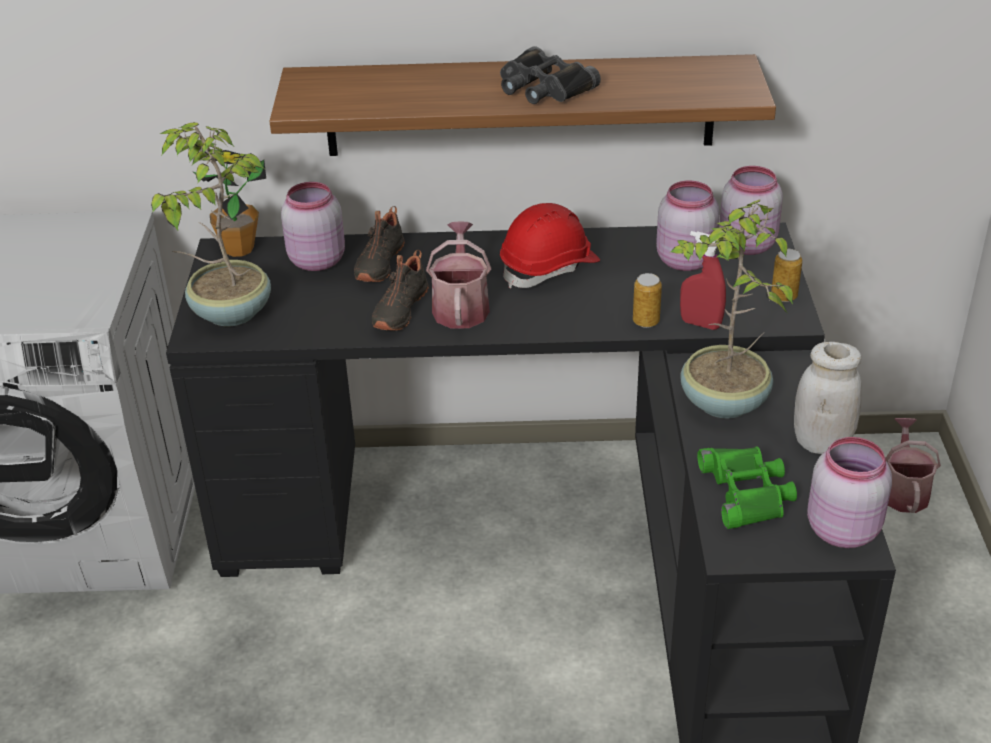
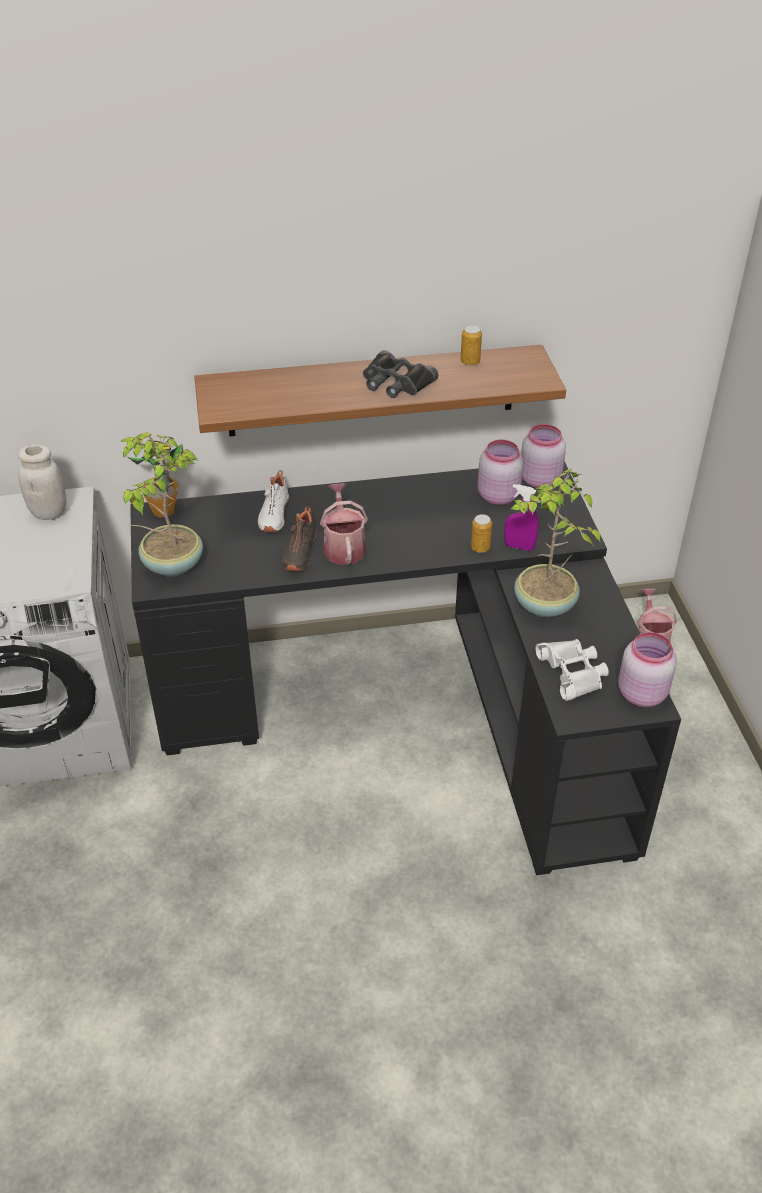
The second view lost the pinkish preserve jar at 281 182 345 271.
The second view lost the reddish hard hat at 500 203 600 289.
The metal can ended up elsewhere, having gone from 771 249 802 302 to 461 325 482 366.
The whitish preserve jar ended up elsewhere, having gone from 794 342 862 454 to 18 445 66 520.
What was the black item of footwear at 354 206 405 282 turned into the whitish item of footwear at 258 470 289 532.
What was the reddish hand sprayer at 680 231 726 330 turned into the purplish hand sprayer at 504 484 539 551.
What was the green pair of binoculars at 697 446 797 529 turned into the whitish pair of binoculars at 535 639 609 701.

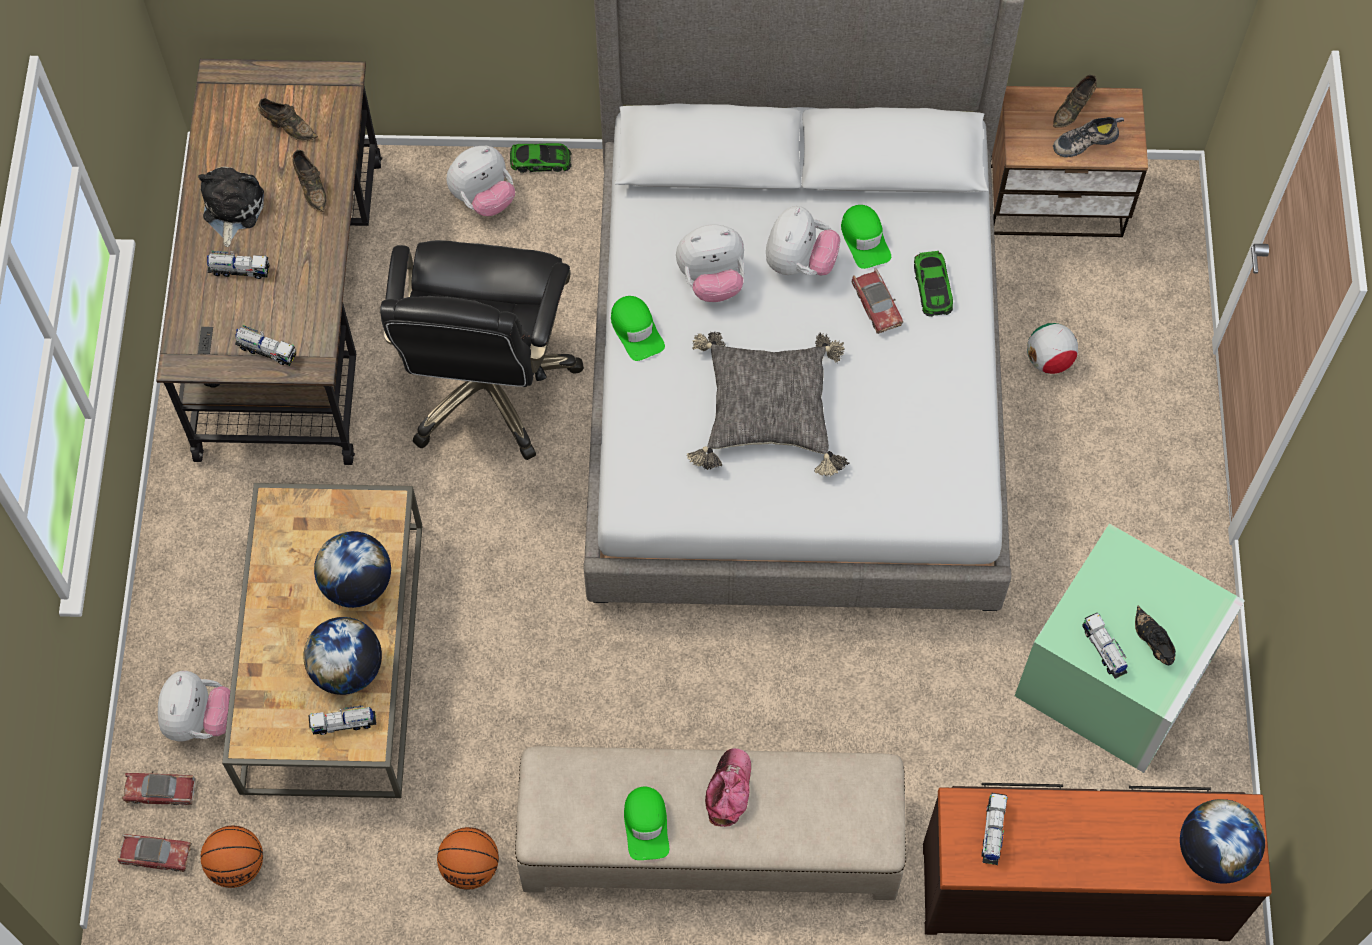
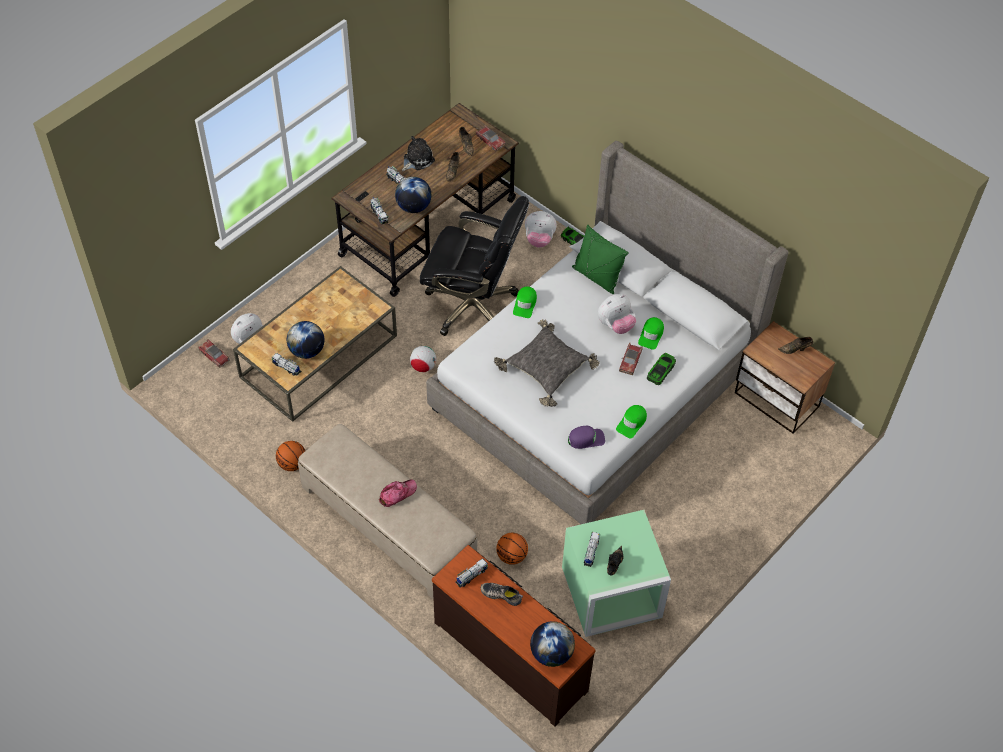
The second view lost the cuddly toy at 676 224 745 302.
The second view gained the purplish peaked cap at 568 426 605 449.
The second view gained the green pillow at 572 225 629 294.
The toy car ended up elsewhere, having gone from 117 834 192 872 to 476 126 506 151.
The basketball ball ended up elsewhere, having gone from 201 826 263 888 to 496 533 528 565.
The world globe ended up elsewhere, having gone from 314 531 391 608 to 395 177 431 213.
The green peaked cap ended up elsewhere, having gone from 624 787 669 860 to 616 405 647 438.
The football ended up elsewhere, having gone from 1027 323 1078 374 to 410 346 436 372.
The item of footwear ended up elsewhere, having gone from 1053 117 1124 157 to 480 583 523 606.
The black office chair at 380 240 584 460 ended up facing another way, 120 degrees counterclockwise from before.

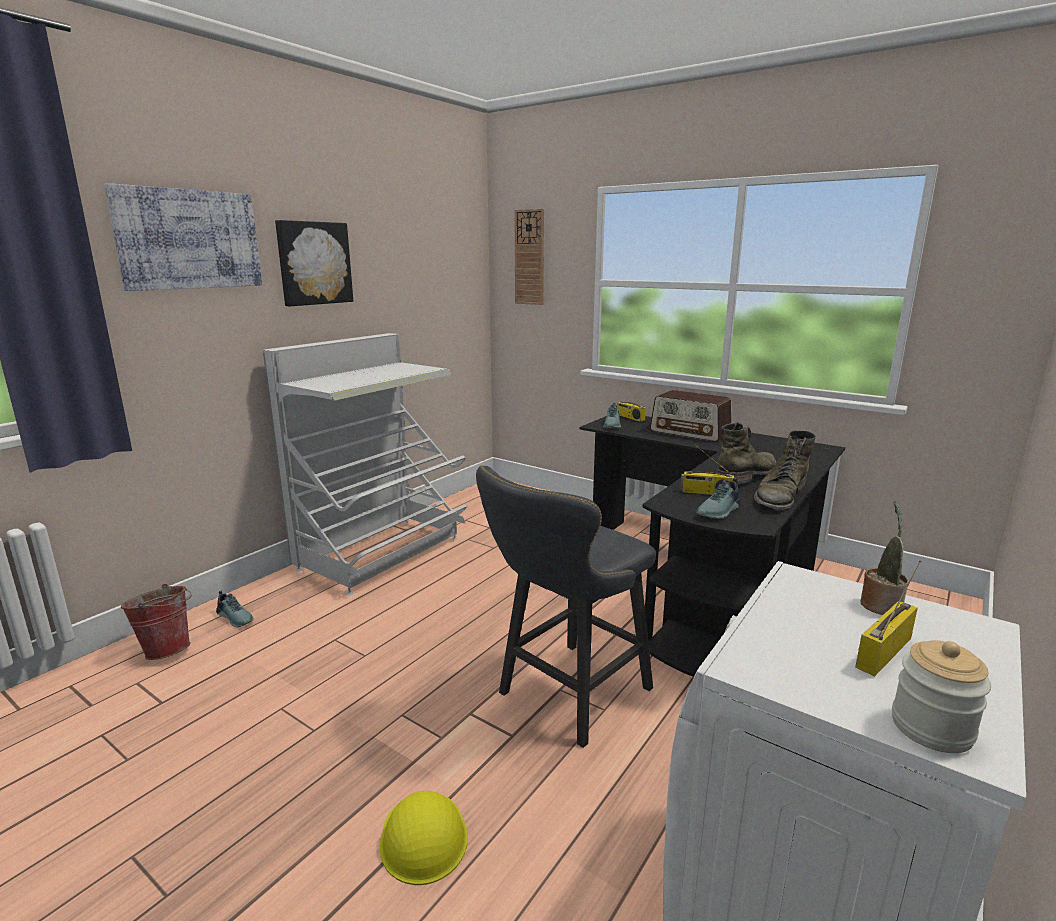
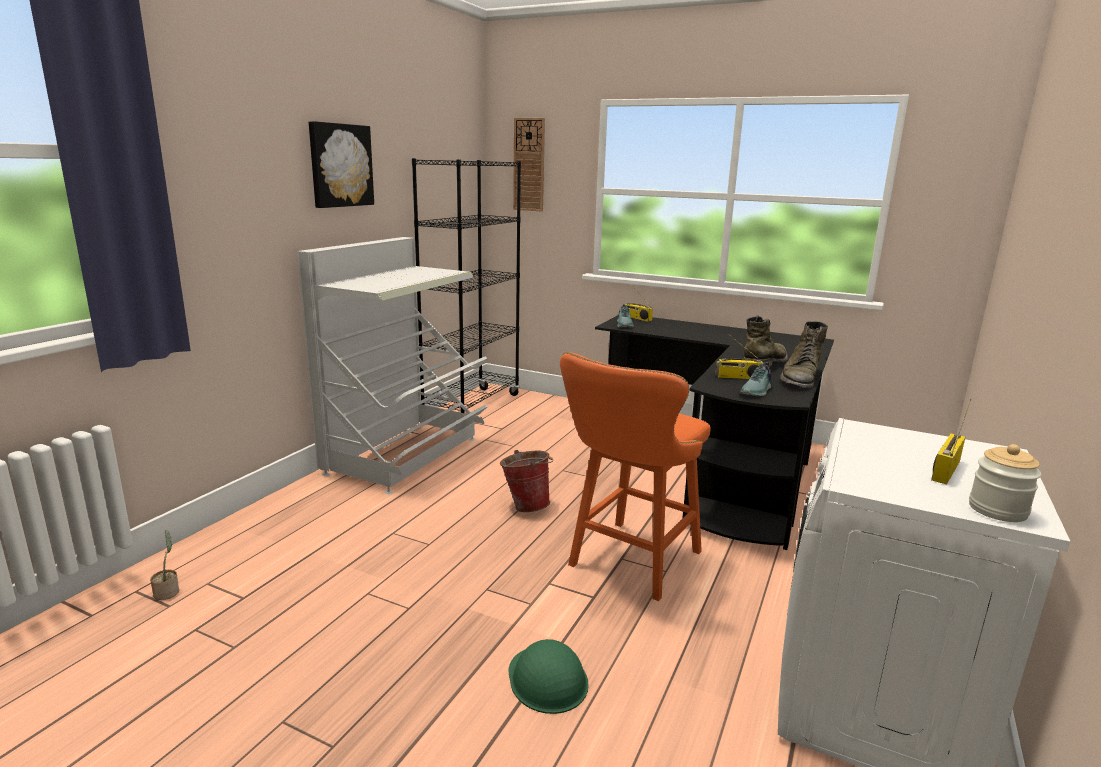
The second view lost the picture at 104 183 262 291.
The second view lost the item of footwear at 216 591 254 627.
The second view lost the radio receiver at 650 390 731 442.
The second view gained the black bookcase at 412 158 521 413.
The bucket ended up elsewhere, having gone from 121 584 192 660 to 500 450 553 512.
The potted plant ended up elsewhere, having gone from 861 501 908 615 to 150 530 179 600.
What was the yellow hard hat at 380 791 468 885 turned into the green hard hat at 509 639 588 714.
What was the greyish stool seat at 476 465 656 748 turned into the orange stool seat at 560 352 711 601.

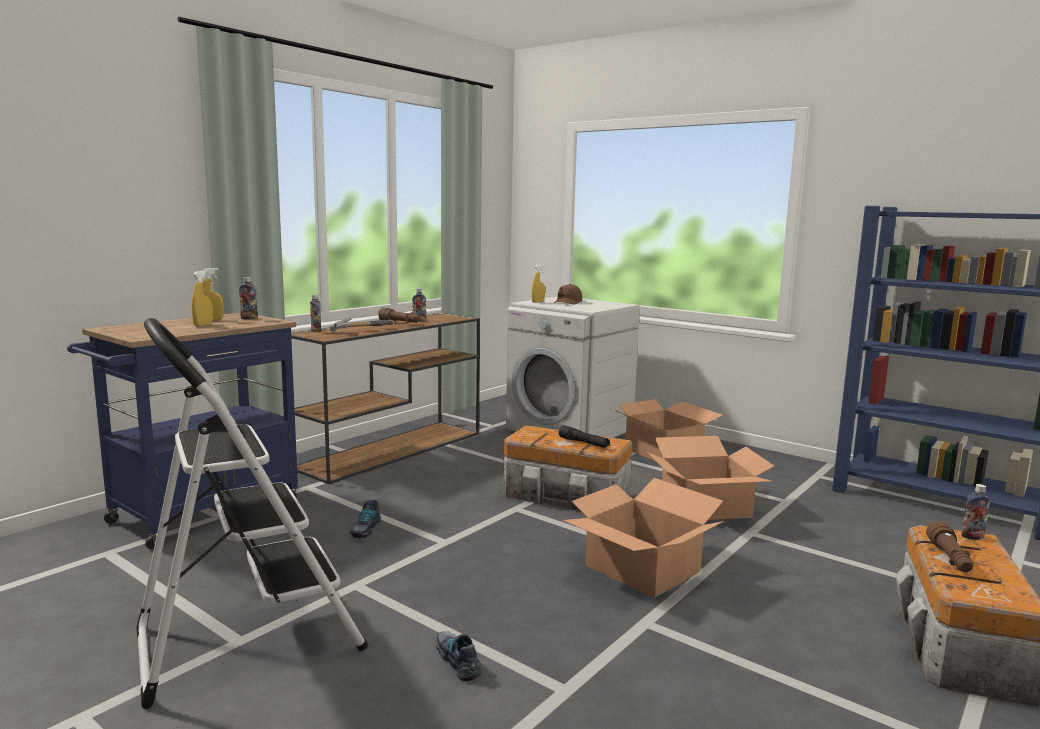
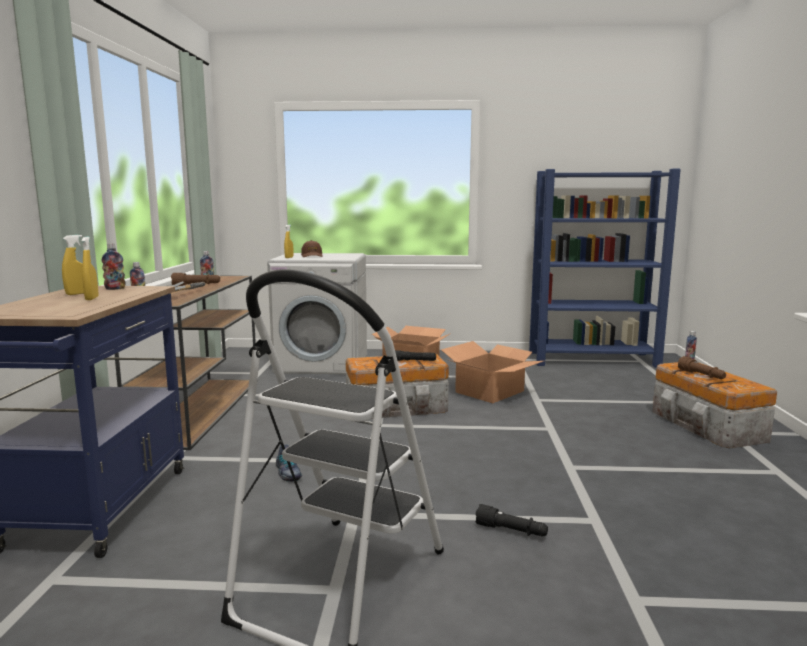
The second view lost the cardboard box at 563 478 724 598.
Where the item of footwear stood at 436 631 482 681, the black flashlight came to stand at 475 504 548 537.

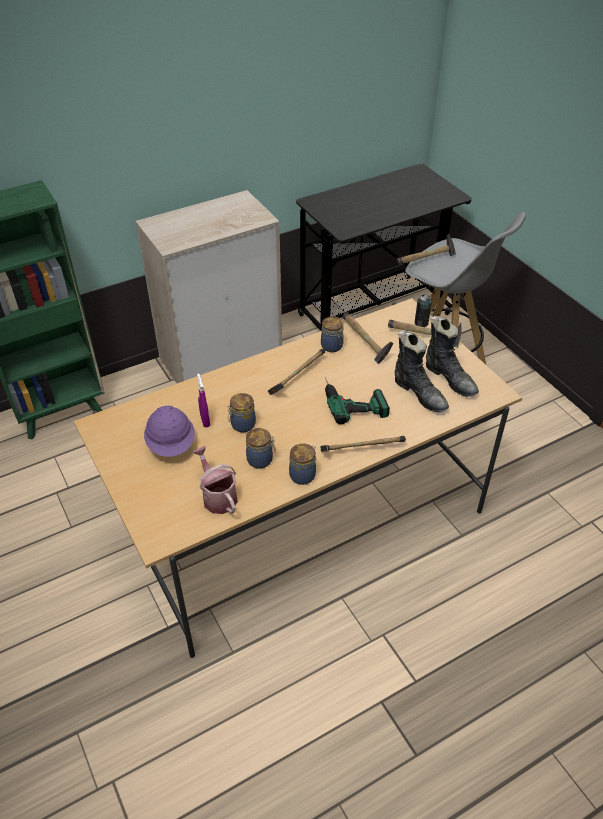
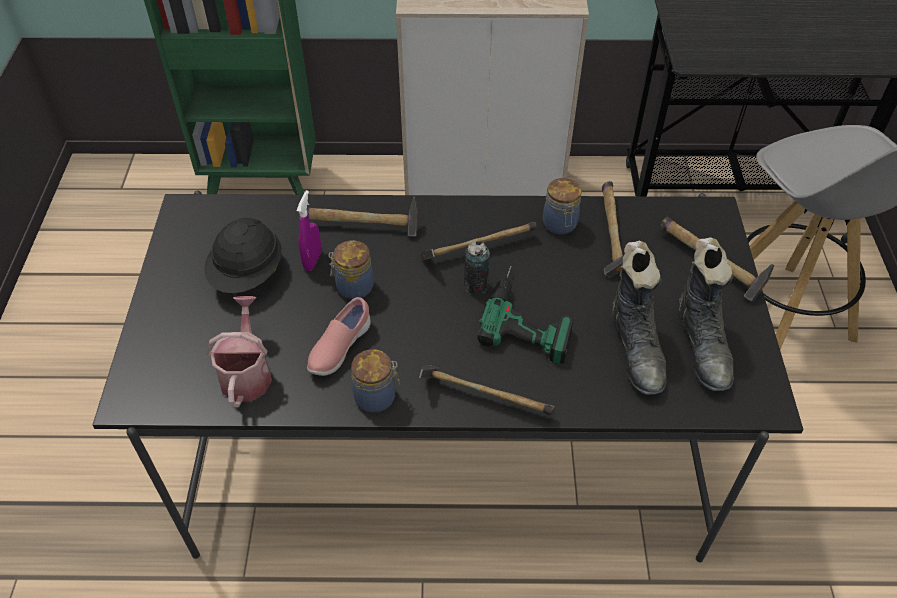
The hand hammer ended up elsewhere, having gone from 397 234 456 265 to 307 197 418 237.
The metal can ended up elsewhere, having gone from 415 295 432 327 to 464 241 490 295.
Where the preserve jar stood at 246 428 276 469, the pinkish item of footwear came to stand at 307 297 371 376.
What was the beige-coloured kitchen table at 74 298 522 658 turned into the black kitchen table at 92 190 804 562.
What was the purplish hard hat at 144 406 195 457 turned into the black hard hat at 204 218 282 293.

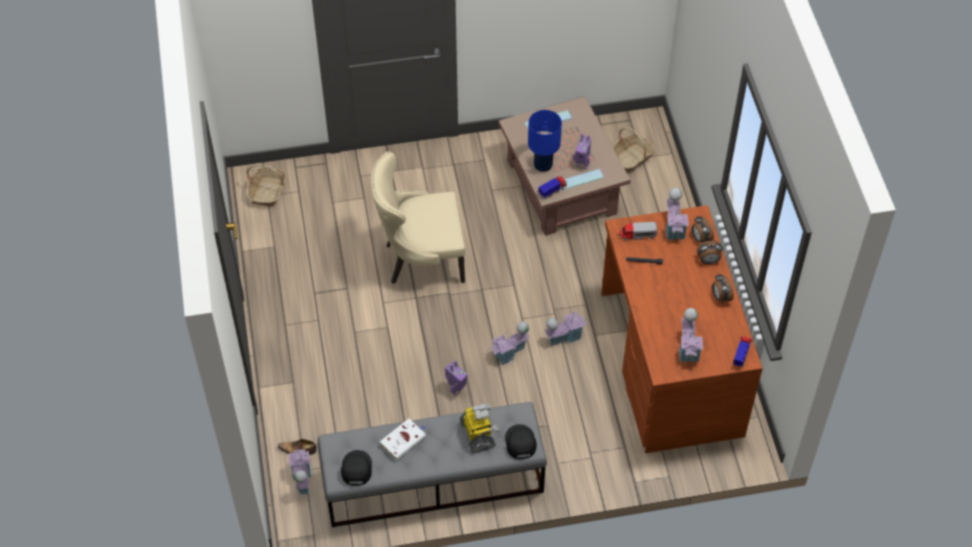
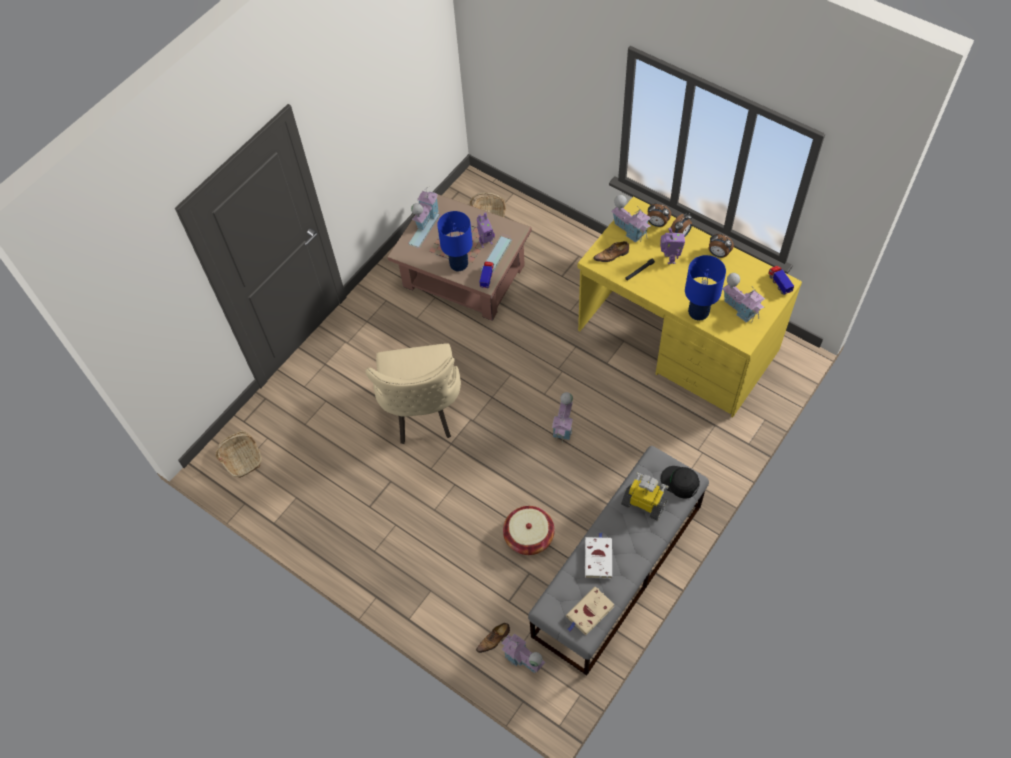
The second view gained the household basket at 503 506 555 555.
The second view gained the blue table lamp at 685 255 726 321.
The robot figure ended up elsewhere, having gone from 445 360 468 396 to 660 228 685 264.
The toy house ended up elsewhere, having gone from 545 312 587 346 to 411 187 439 231.
Where the black peaked cap stood at 341 450 372 486, the beige-coloured bound book came to stand at 566 587 615 635.
Where the toy truck stood at 619 222 658 241, the item of footwear came to stand at 593 241 629 263.
What was the brown-coloured desk table at 601 205 763 453 turned into the yellow desk table at 578 197 802 417.
The beige-coloured upright chair at 371 151 466 284 ended up facing another way, 45 degrees counterclockwise from before.

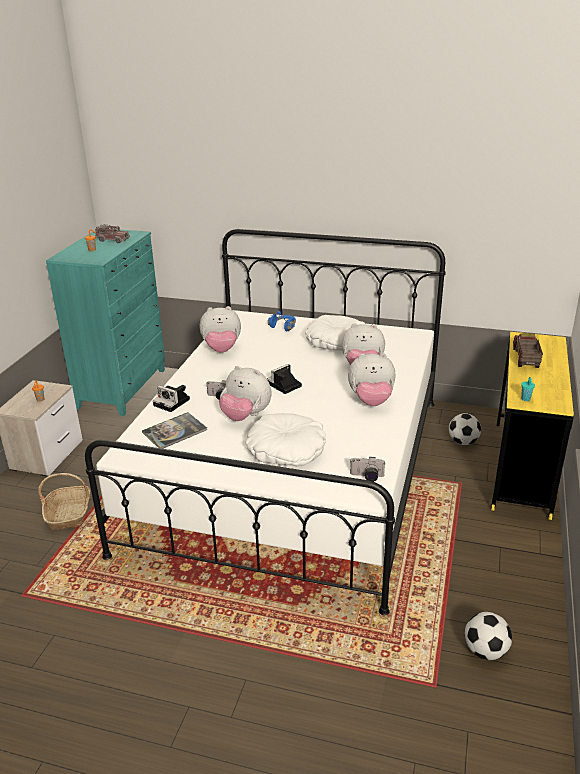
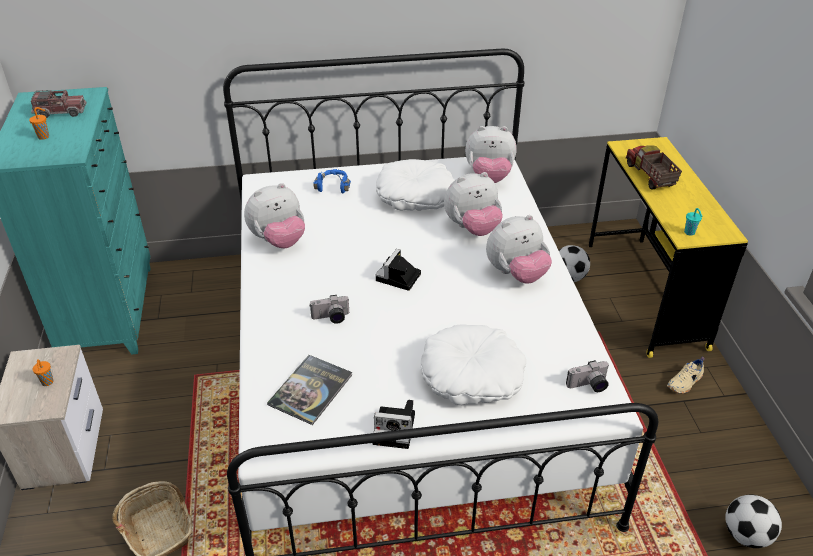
The second view gained the beige-coloured item of footwear at 667 357 705 394.
The photo camera ended up elsewhere, having gone from 153 385 190 412 to 373 400 415 449.
The cuddly toy ended up elsewhere, having gone from 219 366 271 421 to 465 126 517 183.

